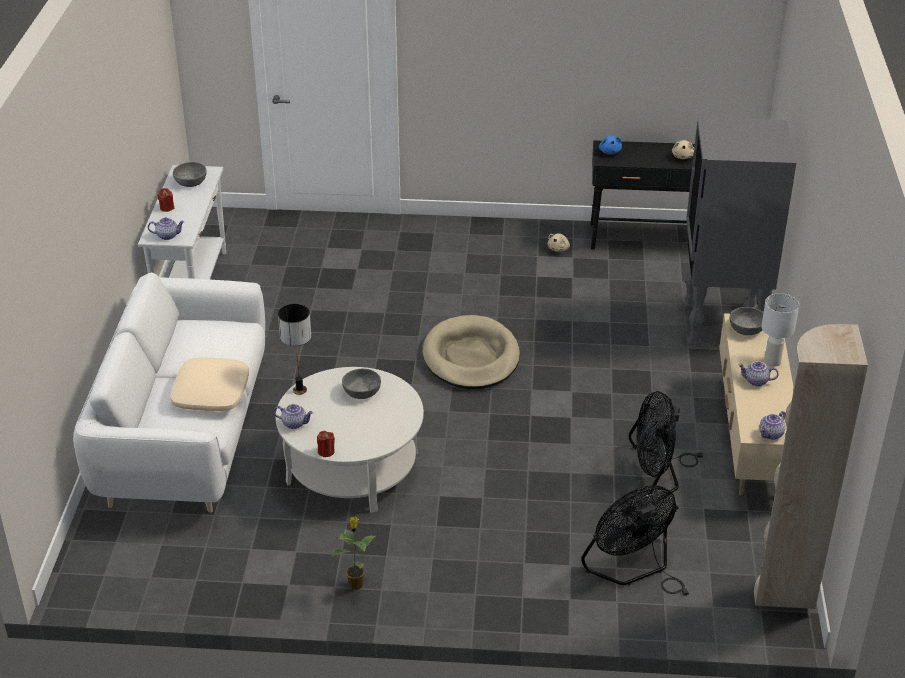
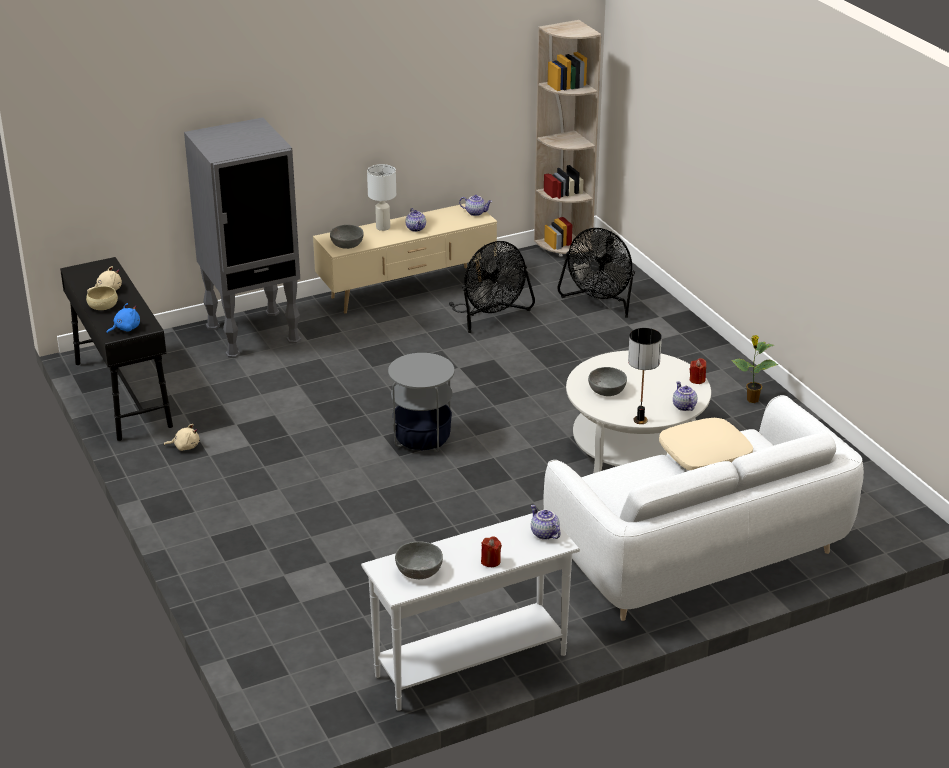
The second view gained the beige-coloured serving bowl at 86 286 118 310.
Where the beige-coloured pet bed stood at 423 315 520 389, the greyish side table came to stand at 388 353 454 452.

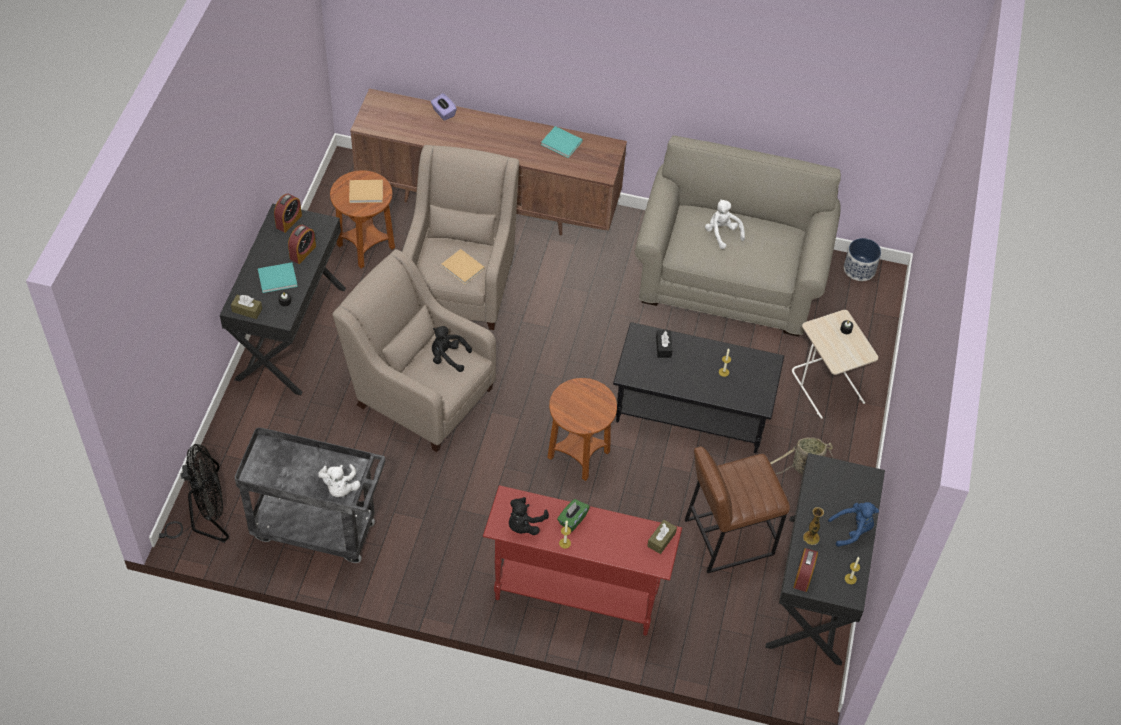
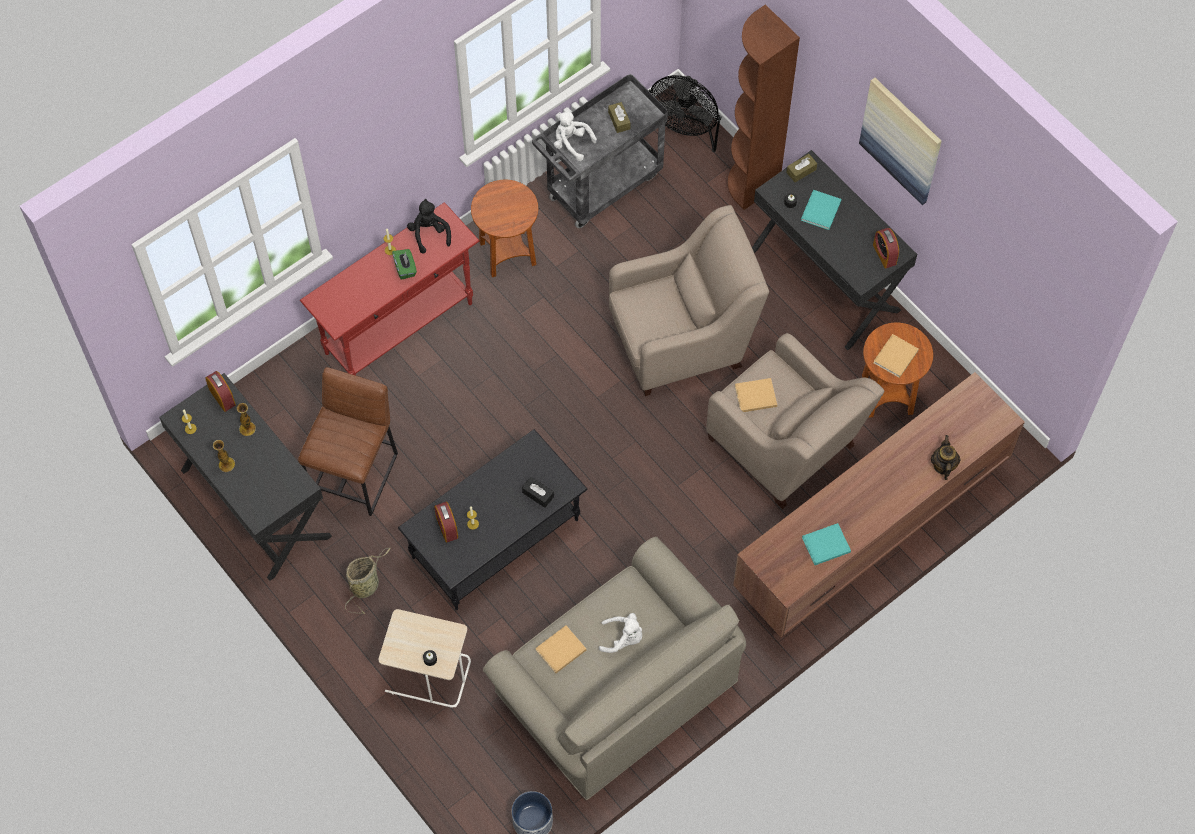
The second view lost the black cuddly toy at 432 326 472 372.
The second view gained the beige-coloured bound book at 535 625 586 673.
The second view gained the brown-coloured bookcase at 728 5 800 210.
The second view gained the picture at 859 78 942 205.
The table clock ended up elsewhere, having gone from 288 225 316 264 to 434 502 458 543.
The brown-coloured side table ended up elsewhere, having gone from 547 378 617 481 to 471 180 538 277.
The brown-coloured tissue box ended up elsewhere, having gone from 647 520 677 554 to 608 102 631 133.
Where the purplish tissue box stood at 431 93 457 121, the tea pot came to stand at 931 435 961 480.
Where the blue cuddly toy stood at 828 502 879 547, the flower vase came to stand at 213 440 235 472.

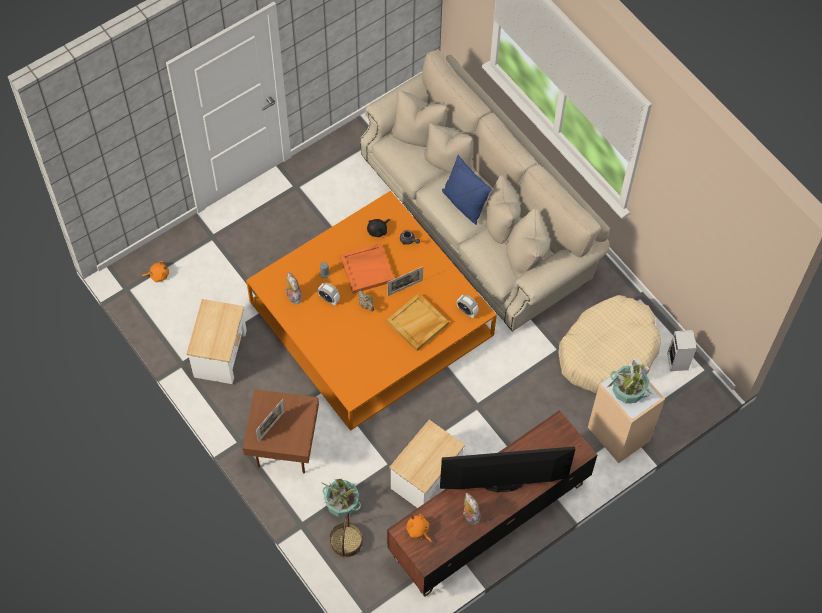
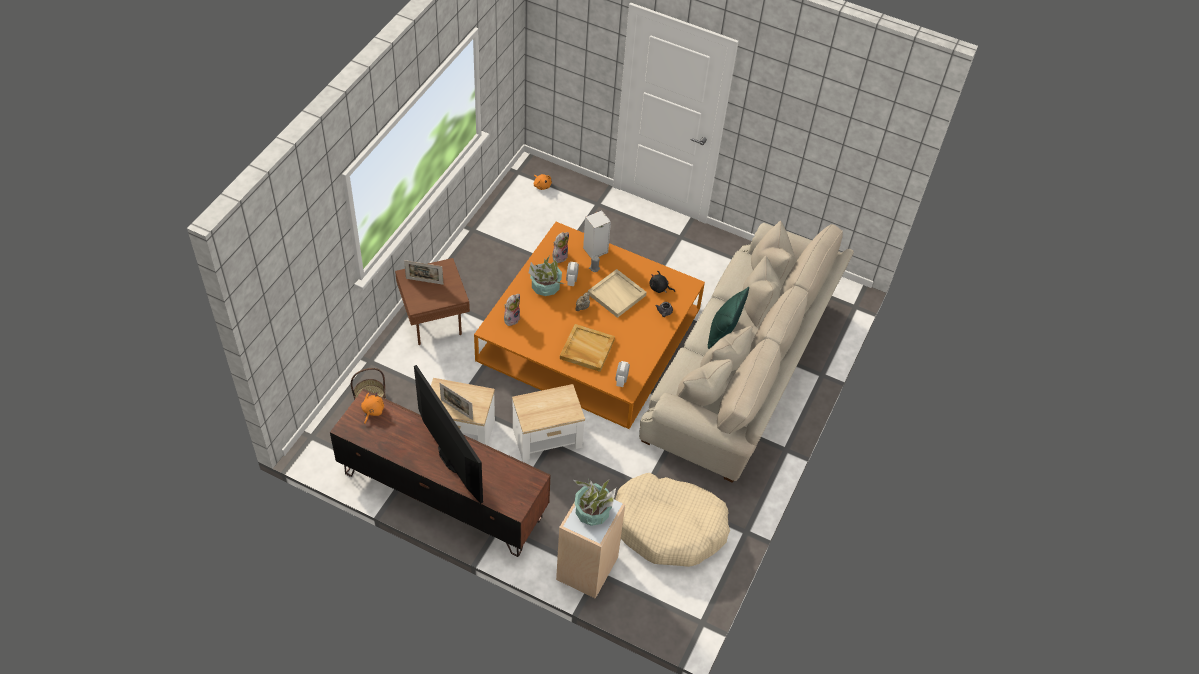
The side table ended up elsewhere, having gone from 186 299 247 384 to 512 384 585 461.
The potted plant ended up elsewhere, having gone from 321 479 361 517 to 529 256 565 296.
The standing frame ended up elsewhere, having gone from 387 266 423 296 to 440 383 473 420.
The cuddly toy ended up elsewhere, having gone from 463 493 480 525 to 504 294 520 326.
The audio speaker ended up elsewhere, having gone from 667 330 696 371 to 583 210 611 258.
What was the orange carrying tray at 340 243 394 294 turned into the beige-coloured carrying tray at 588 269 647 318.
What was the blue pillow at 442 155 492 225 turned into the green pillow at 708 287 749 349.

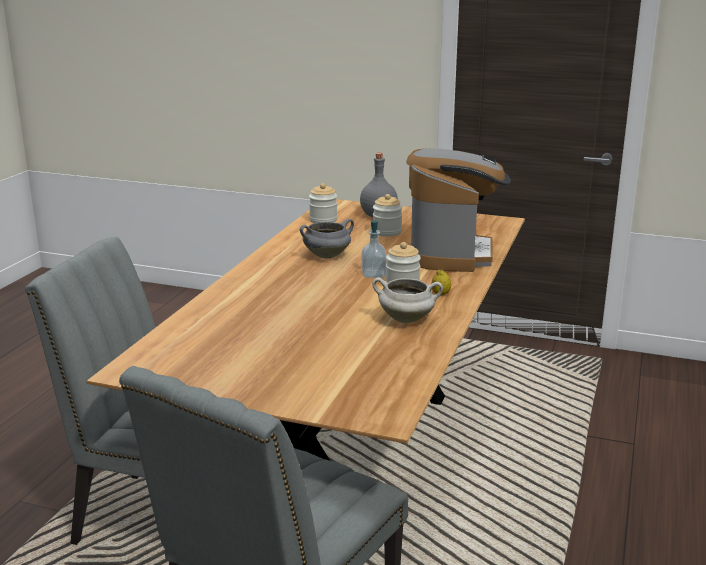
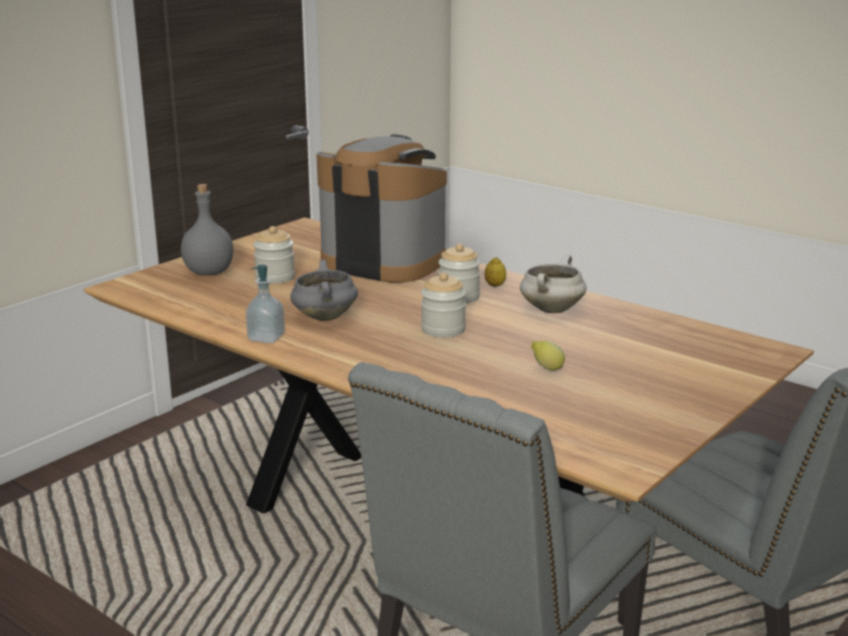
The second view gained the whole lemon at 531 341 565 371.
The preserve jar ended up elsewhere, having gone from 309 183 337 223 to 421 273 466 338.
The soap bottle ended up elsewhere, having gone from 361 220 387 278 to 246 265 285 343.

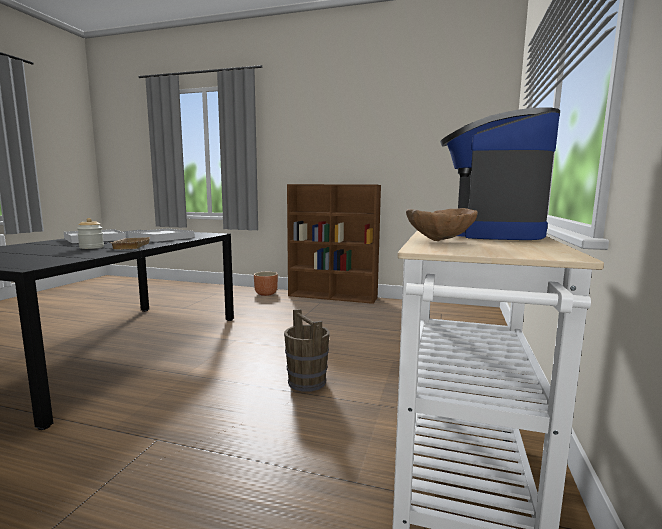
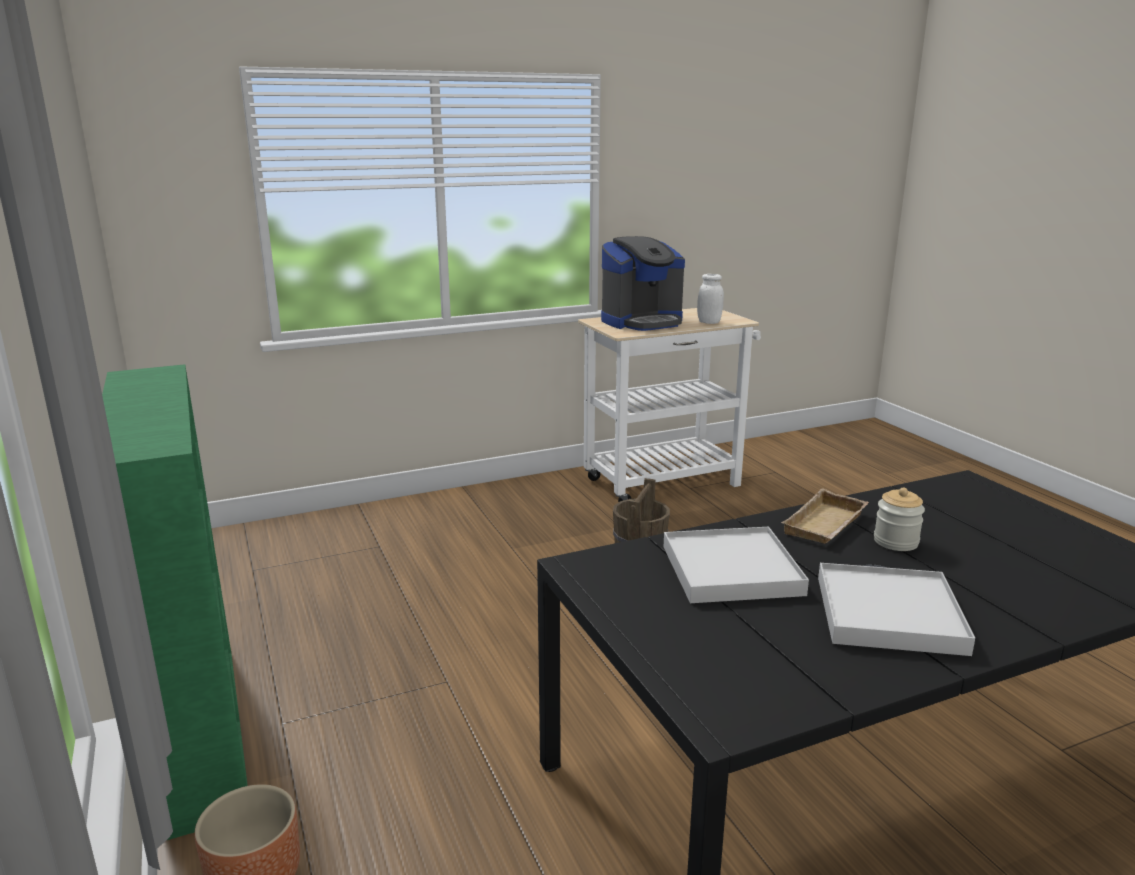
Where the brown-coloured serving bowl stood at 406 208 478 241, the whitish preserve jar came to stand at 697 274 724 324.
What was the brown-coloured bookcase at 287 184 381 304 turned into the green bookcase at 102 364 248 840.

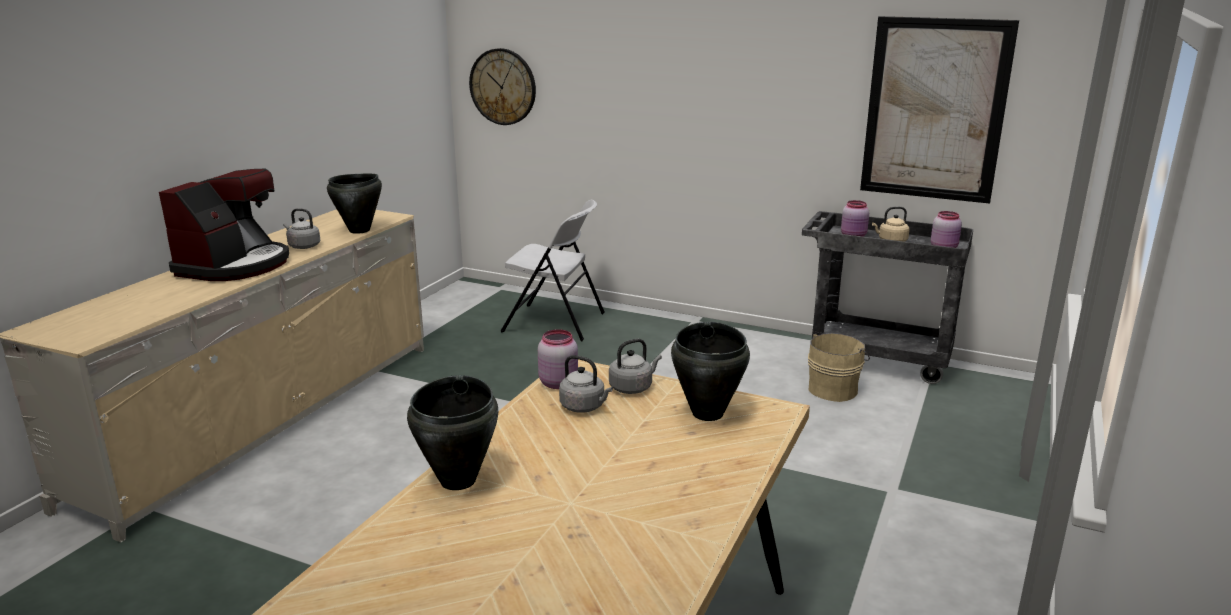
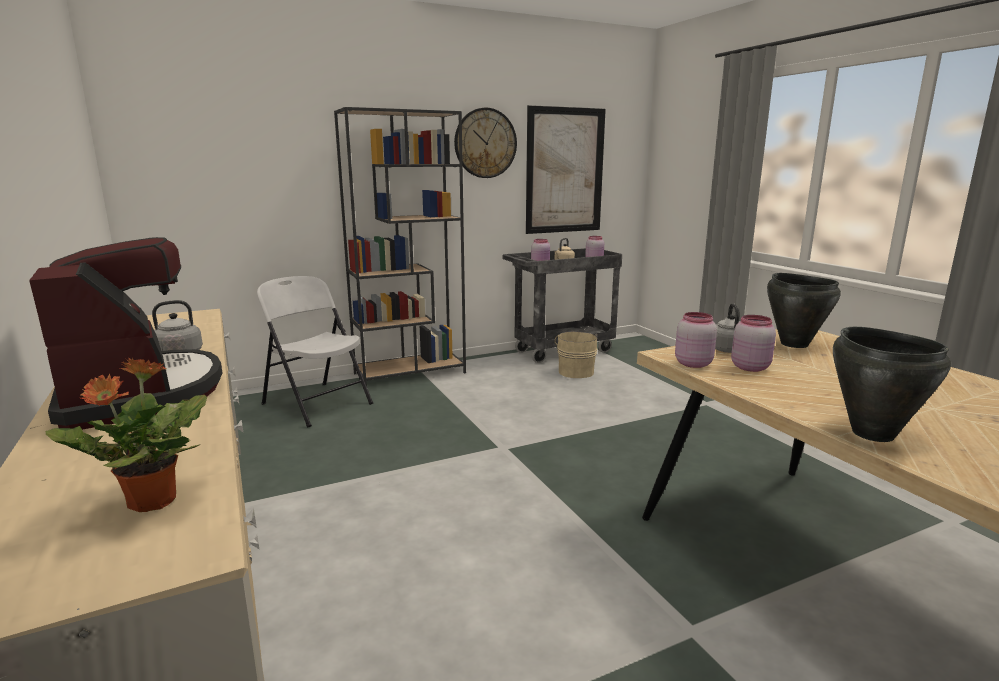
The second view lost the black saucepot at 327 174 382 234.
The second view gained the potted plant at 46 357 207 512.
The second view gained the bookcase at 334 107 466 386.
The clock on the wall ended up elsewhere, having gone from 469 48 536 125 to 454 108 517 178.
Where the greyish tea kettle stood at 559 355 613 413, the pinkish preserve jar came to stand at 731 315 776 372.
The whitish upright chair at 501 200 605 341 ended up facing another way, 105 degrees counterclockwise from before.

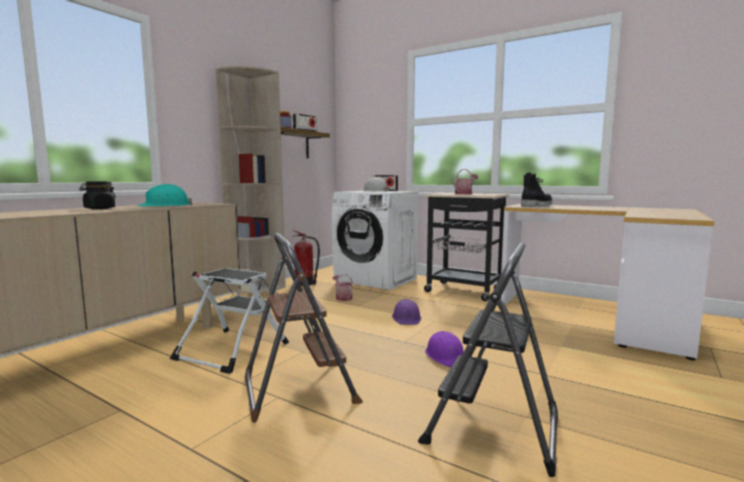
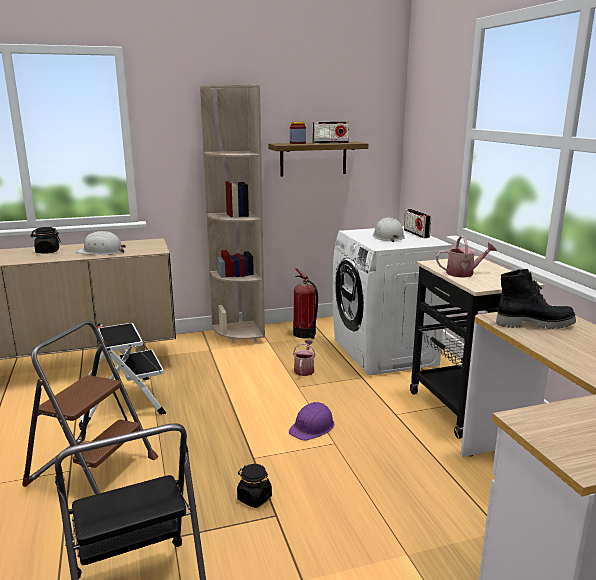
Where the purplish hard hat stood at 425 331 464 367, the black preserve jar came to stand at 237 464 272 508.
What was the blue-green hard hat at 138 184 192 206 turned into the whitish hard hat at 77 231 126 255.

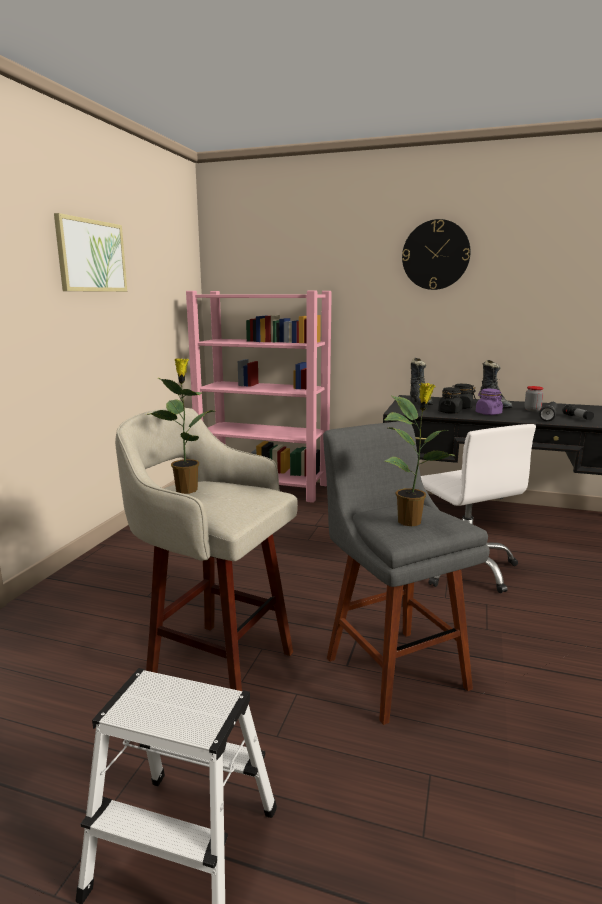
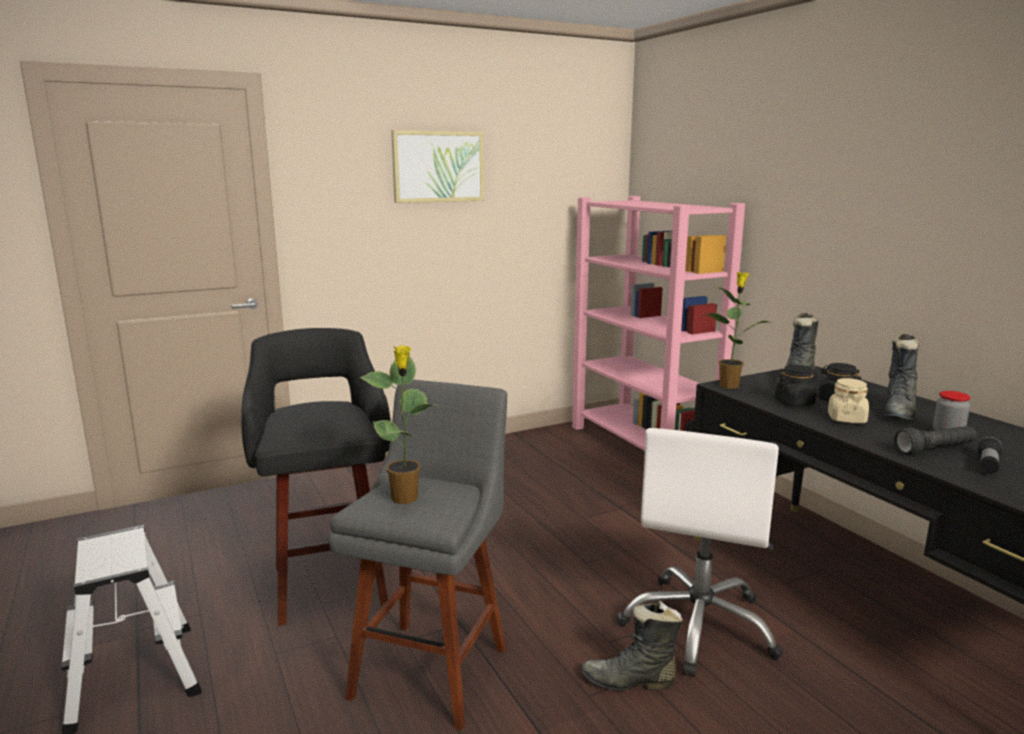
The second view lost the clock on the wall at 402 219 471 290.
The second view gained the black boot at 581 601 683 690.
The potted plant ended up elsewhere, having gone from 147 358 214 494 to 706 272 768 389.
What was the beige-coloured stool seat at 115 408 298 691 turned into the black stool seat at 241 328 391 626.
What was the purplish preserve jar at 476 389 503 415 turned into the beige-coloured preserve jar at 828 378 869 423.

